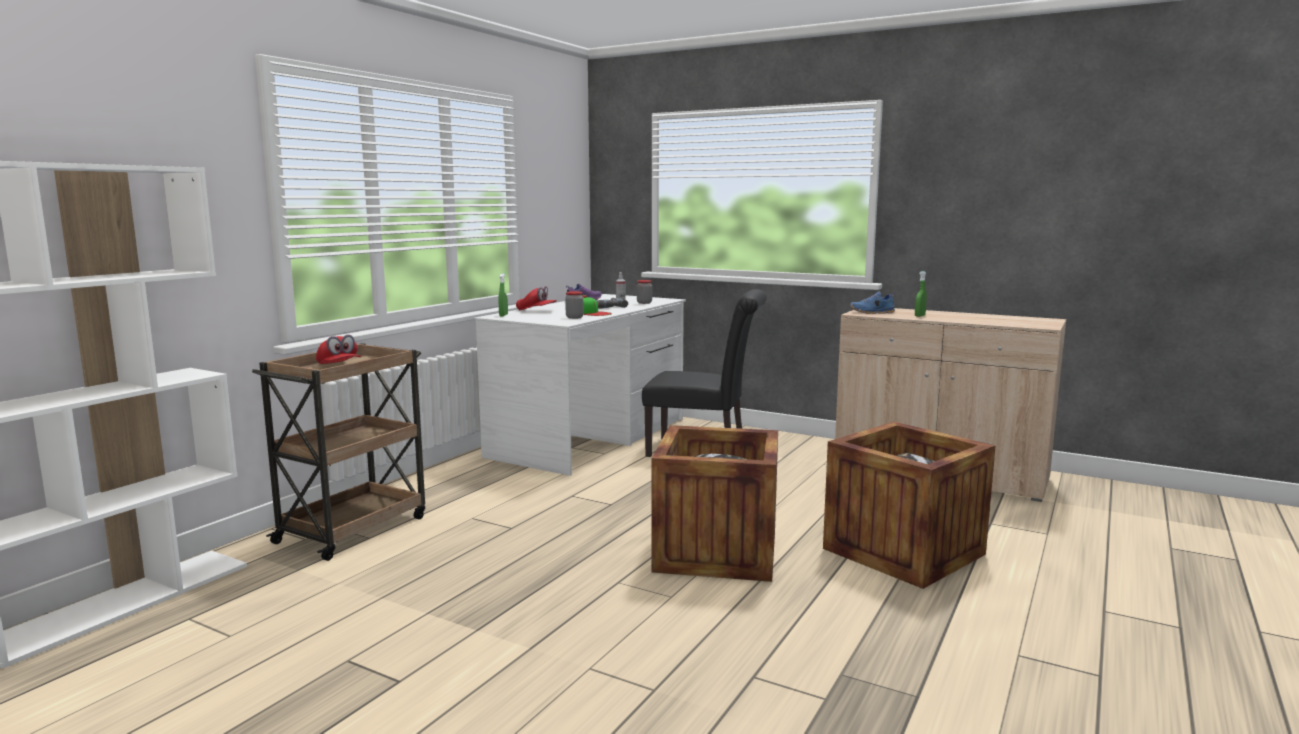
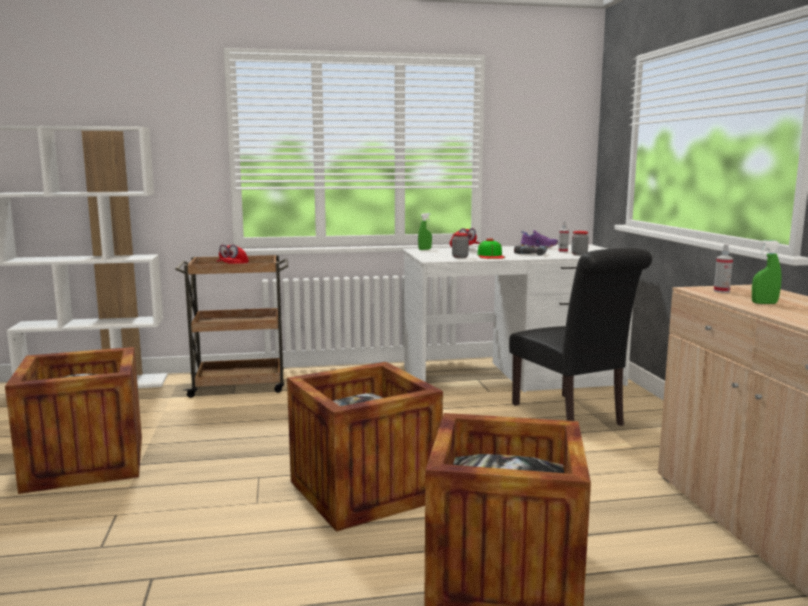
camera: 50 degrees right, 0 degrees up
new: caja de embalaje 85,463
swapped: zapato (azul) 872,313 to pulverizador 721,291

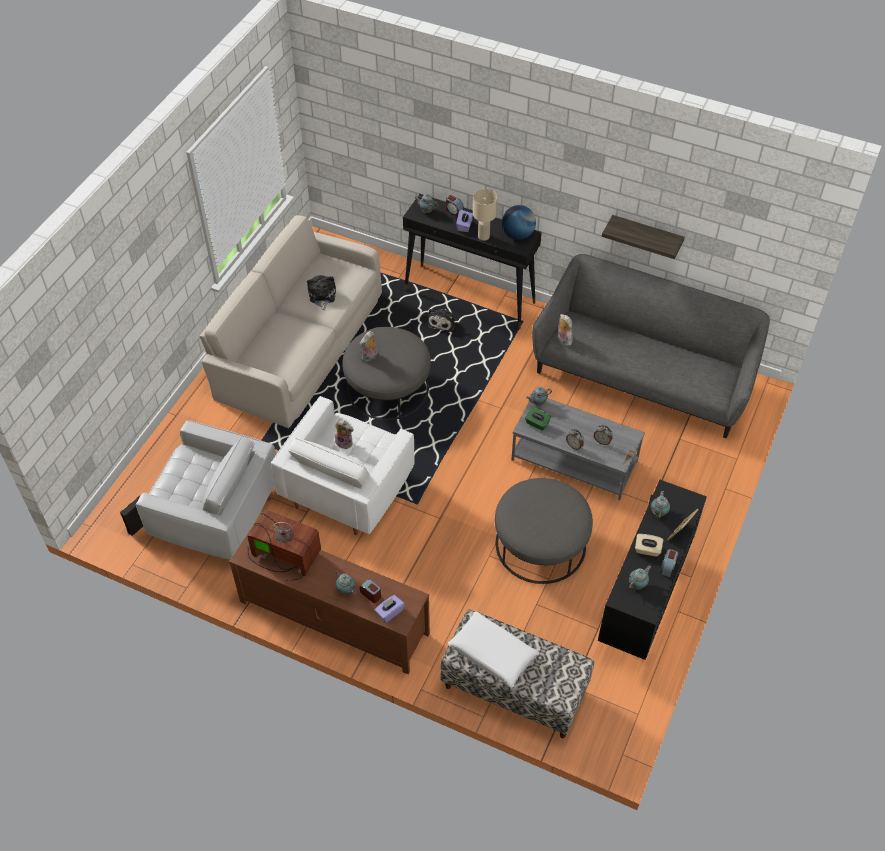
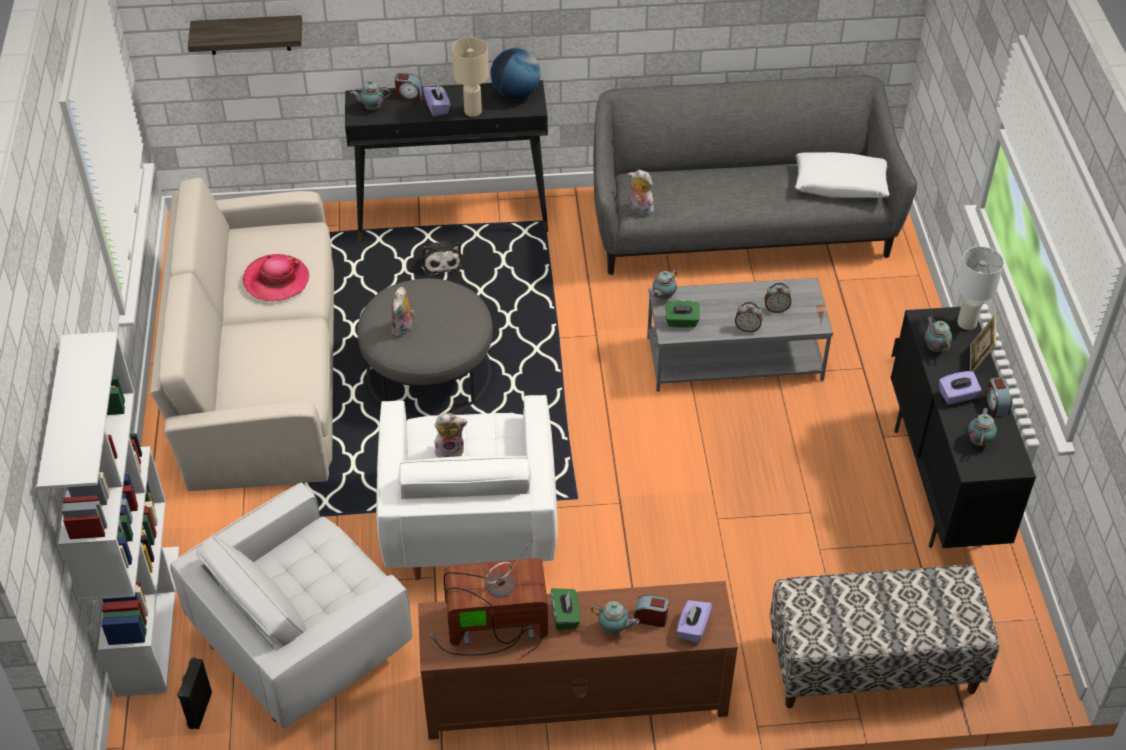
camera: 30 degrees left, 5 degrees down
gone: puf (gris) 540,544
new: estantería (blanco) 147,619; caja de pañuelos (verde) 565,616; lámpara de mesa (blanco) 966,323
shifted: cojín (blanco) 492,653 to 840,184; estante 646,236 to 249,34
swapped: peluche 322,296 to sombrero 276,280
repainted: caja de pañuelos (beis) 647,550 to caja de pañuelos (morado) 957,396
rotated: sillón (blanco) 214,514 = 304,641 150 degrees clockwise

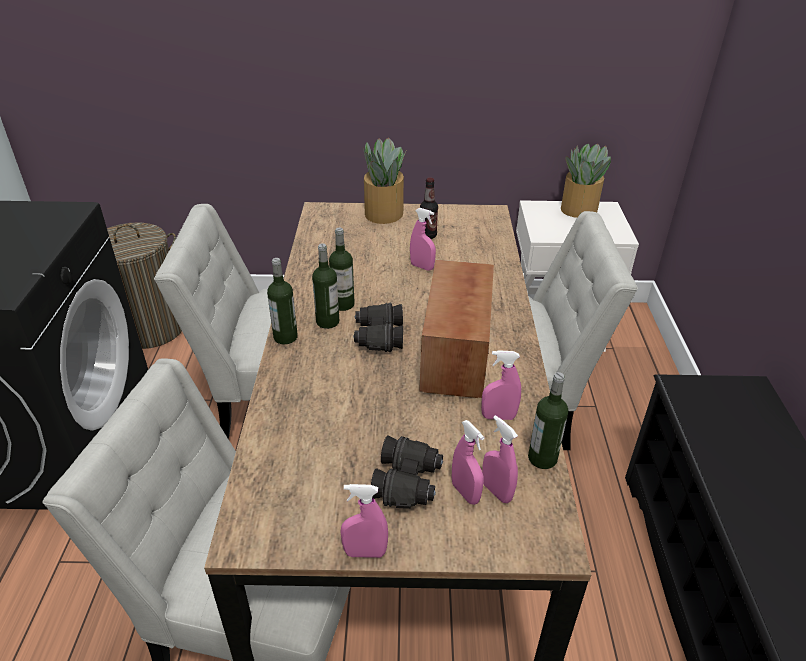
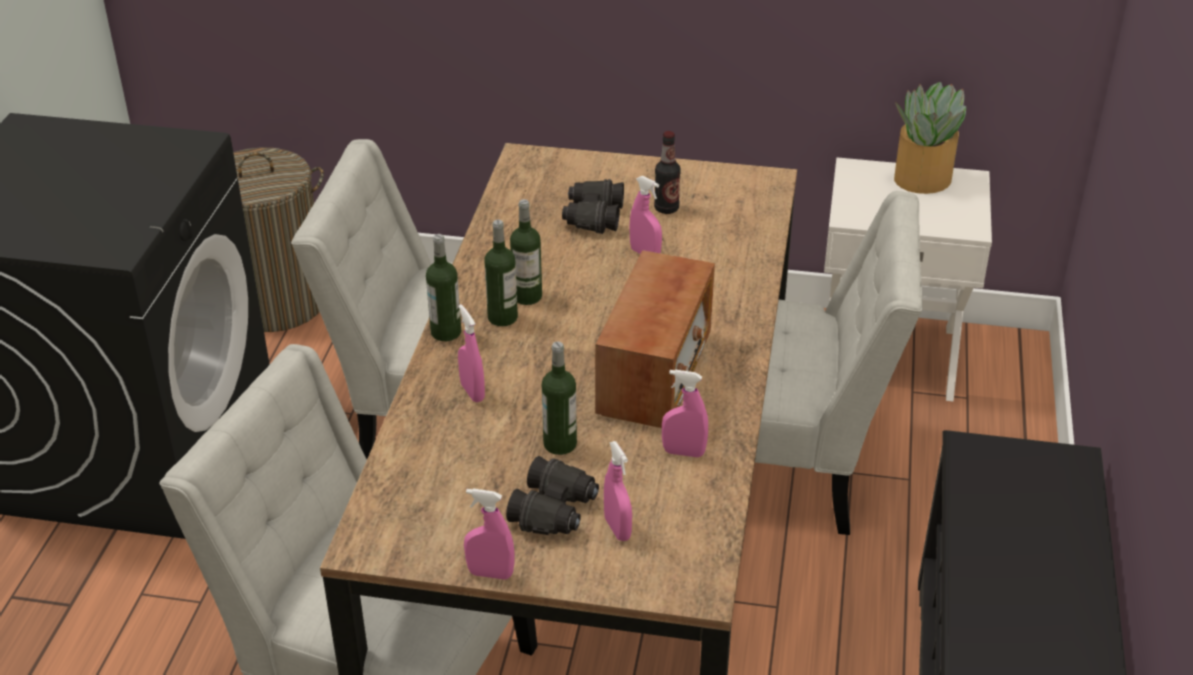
camera: 10 degrees right, 0 degrees up
gone: planta en maceta 383,214
shifted: prismáticos (negro) 379,336 to 593,217; pulverizador (rosa) 496,491 to 472,392; botella 542,458 to 560,444

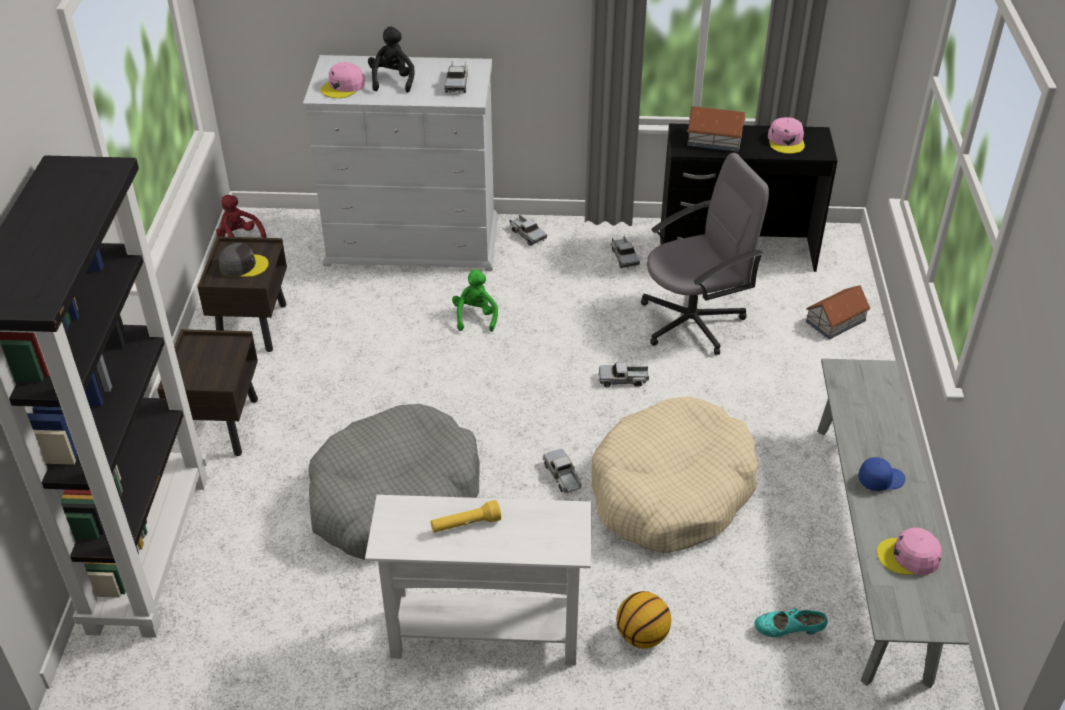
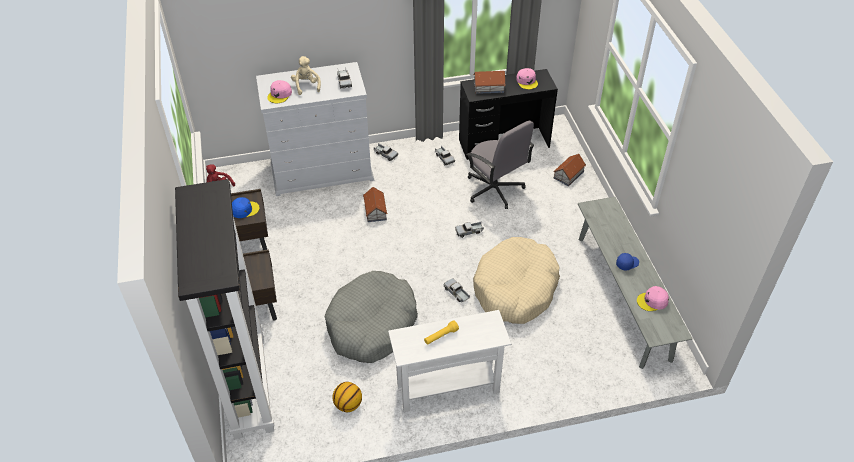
camera: 15 degrees left, 5 degrees up
gone: zapato (turquesa) 788,632
shifted: balón de baloncesto 641,636 to 348,404
swapped: peluche (verde) 475,317 to casita 375,210
repainted: gorra (gris) 243,265 to gorra (azul) 244,209; peluche (negro) 392,80 to peluche (beis) 306,86
rotated: silla de oficina (gris) 693,321 = 494,190 90 degrees clockwise

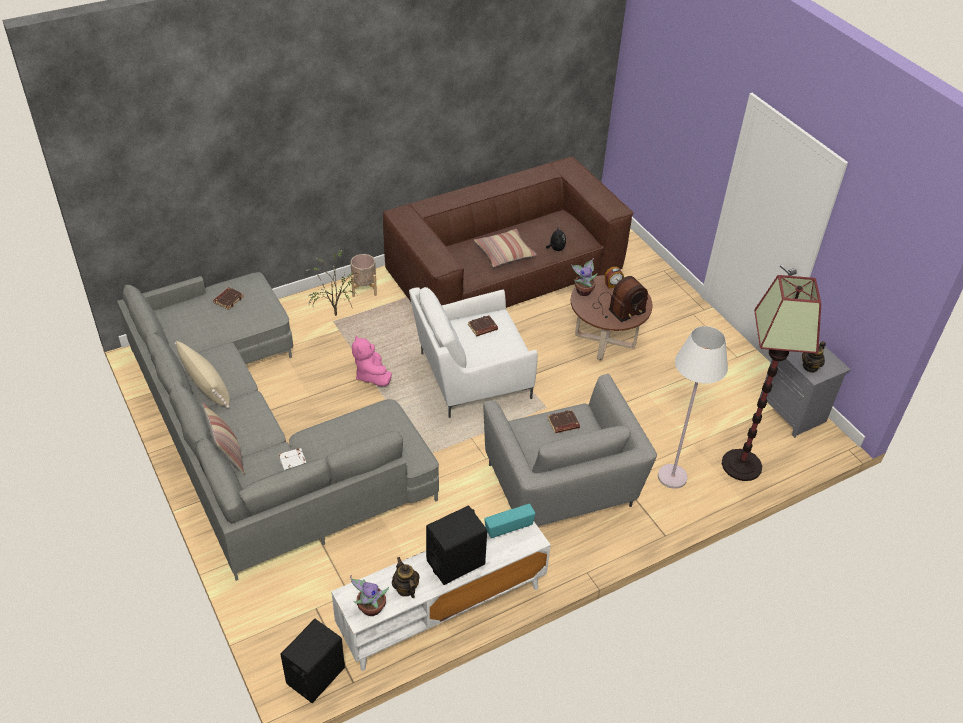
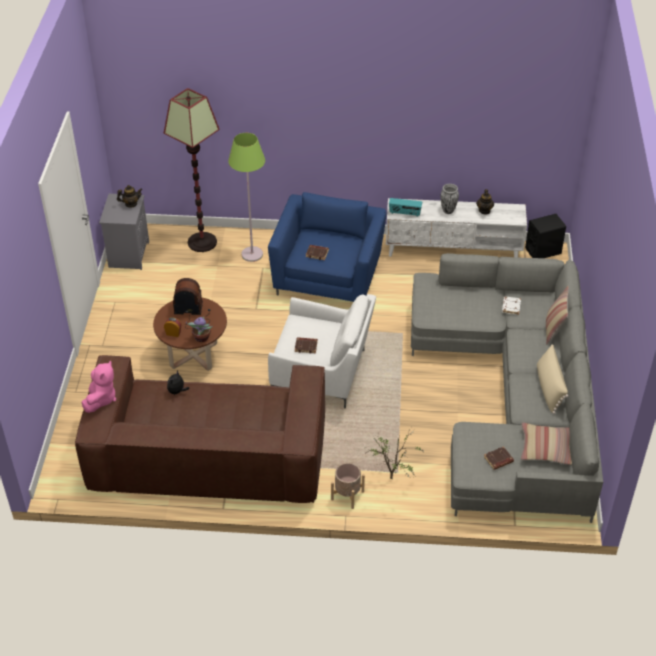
camera: 145 degrees left, 0 degrees up
gone: planta en maceta 370,608
shifted: peluche (rosa) 371,375 to 101,399; cojín 504,253 to 545,448
swapped: altavoz (negro) 456,562 to florero 448,210
repainted: sillón (gris) 560,488 to sillón (azul) 328,277; lámpara de pie (blanco) 672,477 to lámpara de pie (verde) 252,254

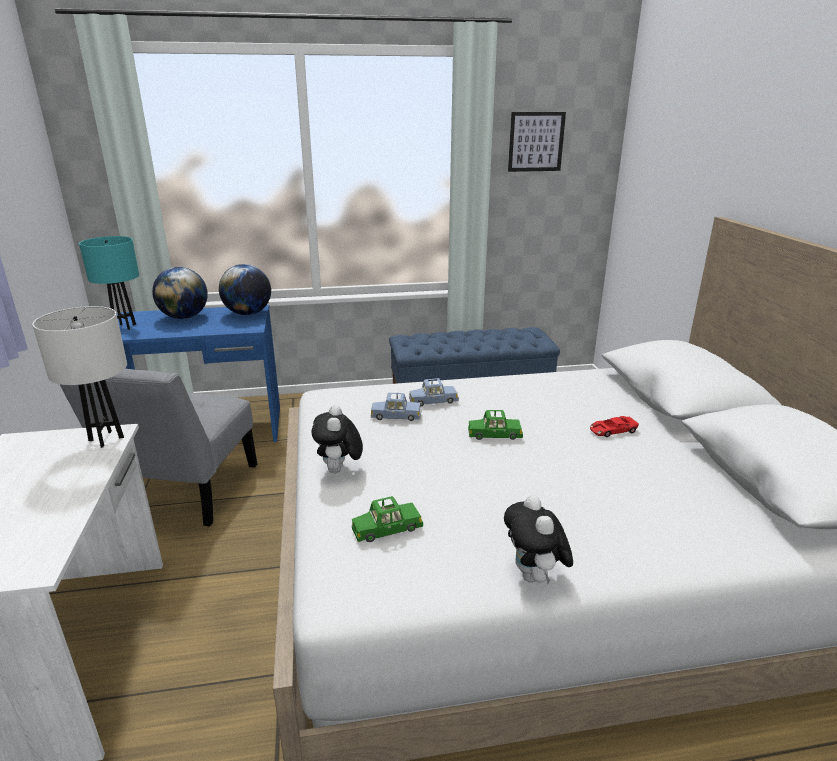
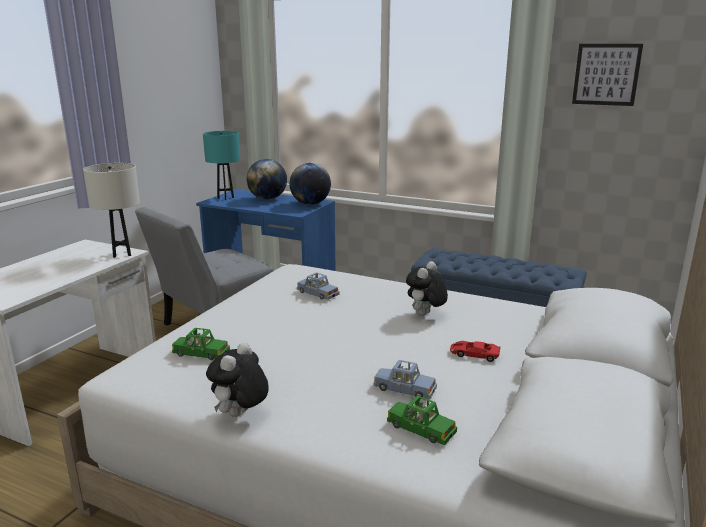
camera: 35 degrees right, 5 degrees down
shifted: peluche 339,470 to 425,315; coche de juguete (azul) 433,401 to 404,389; coche de juguete (verde) 494,434 to 420,429

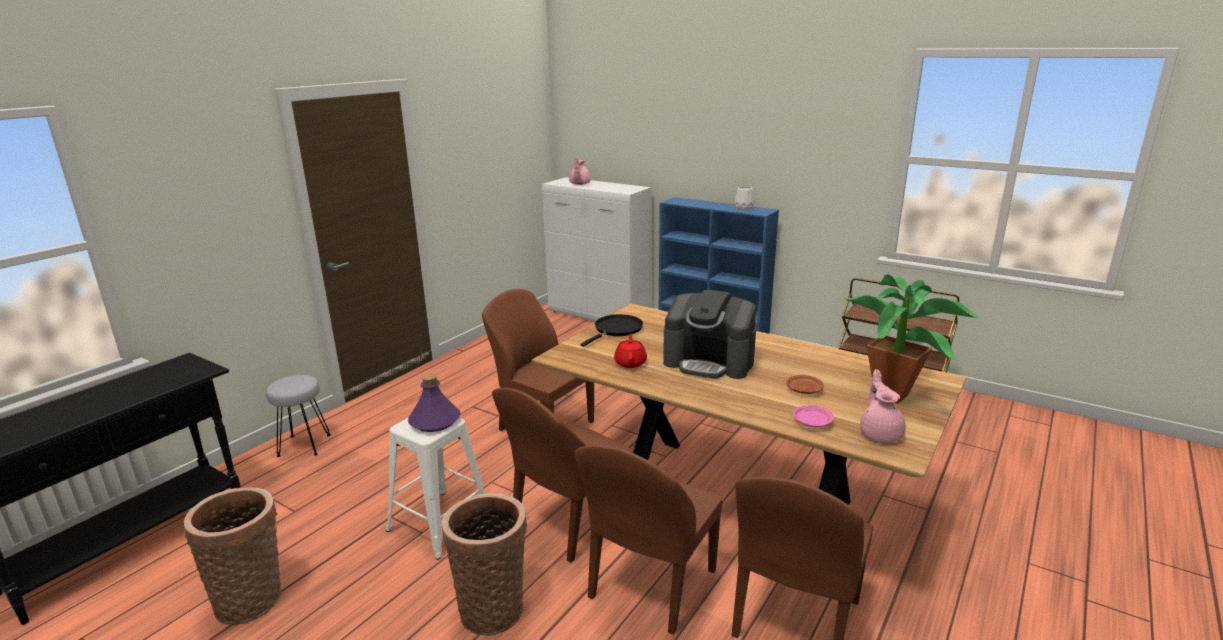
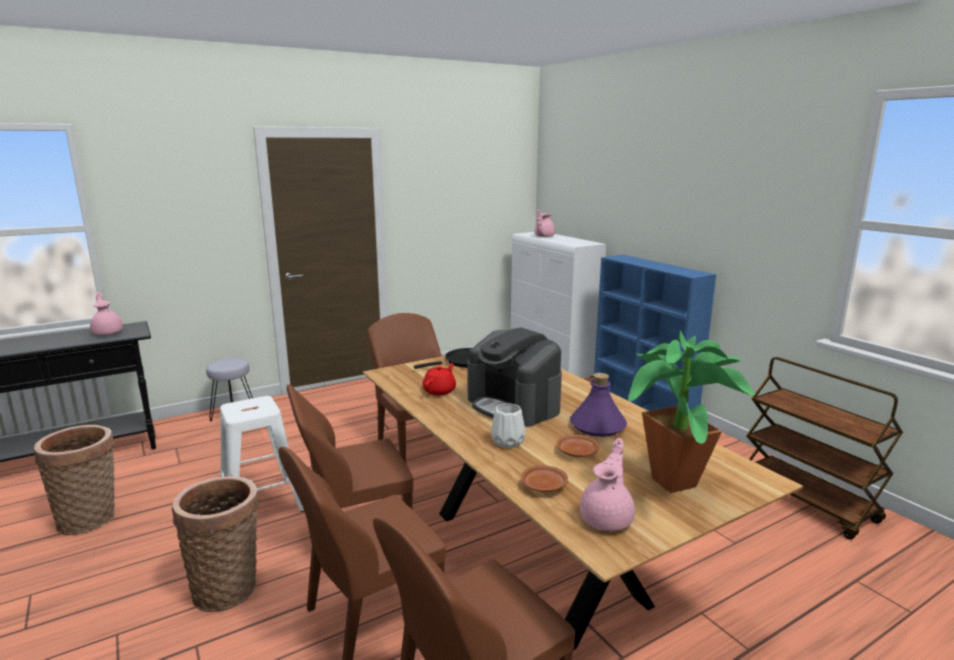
camera: 25 degrees right, 5 degrees down
new: tetera (rosa) 108,332
shifted: botella (morado) 434,421 to 597,426; florero (blanco) 743,208 to 507,441
repainted: plato (rosa) 812,422 to plato (marrón) 544,486

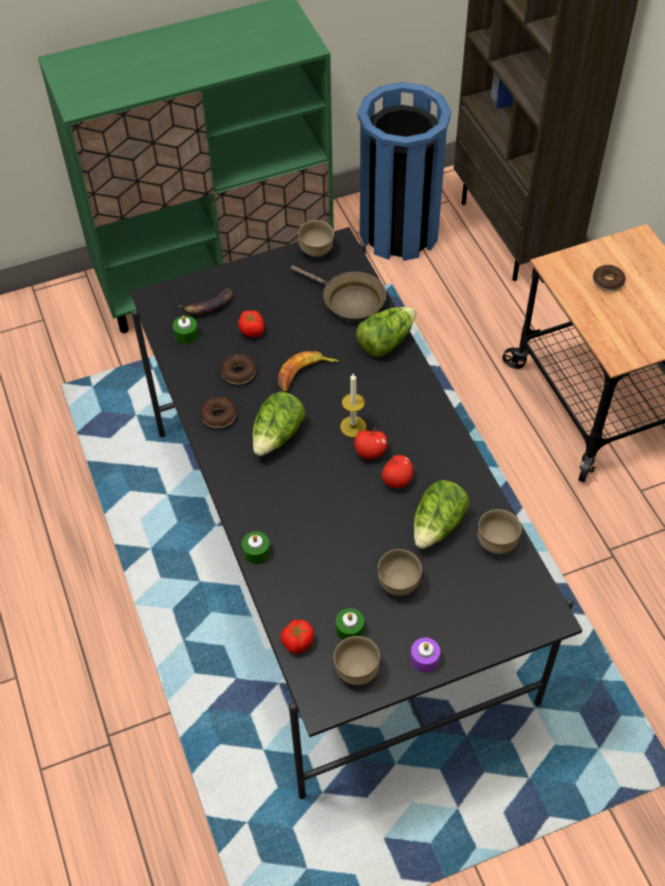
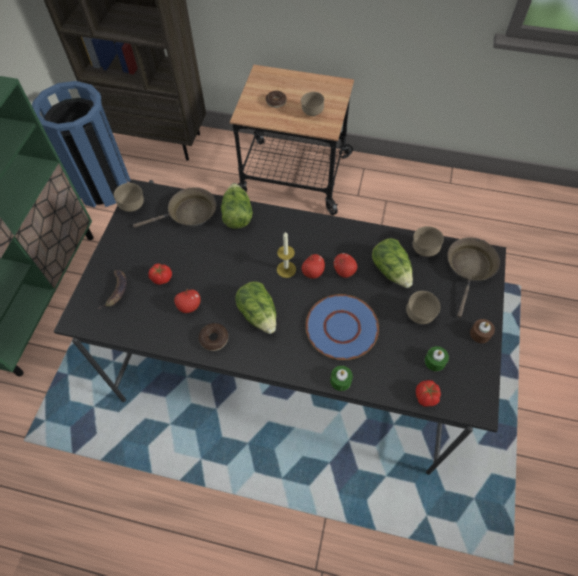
camera: 55 degrees left, 5 degrees up
gone: vela (verde) 186,335; plátano 304,374
new: plato (azul) 342,328; sartén (marrón) 470,269
shifted: cuenco (marrón) 356,671 to 312,113
swapped: rosquilla 239,373 to manzana 189,306
repainted: vela (morado) 424,659 to vela (marrón) 480,334

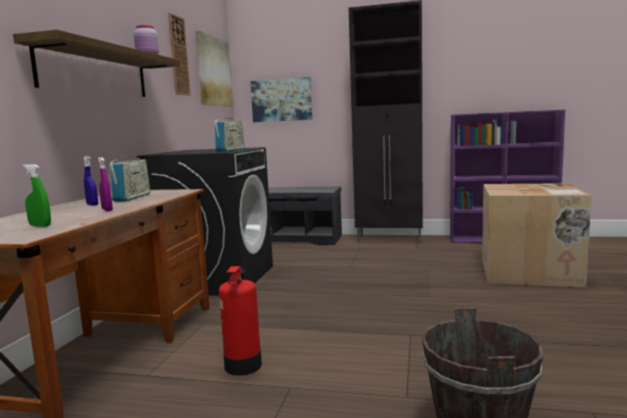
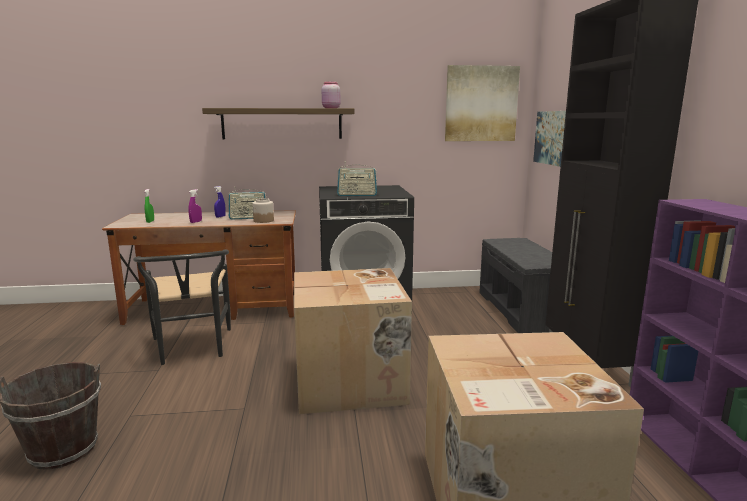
camera: 70 degrees right, 5 degrees up
gone: reloj de pared 178,56
new: tarro 263,220; caja de cartón 351,381
swapped: extintor 243,366 to silla (negro) 192,349

